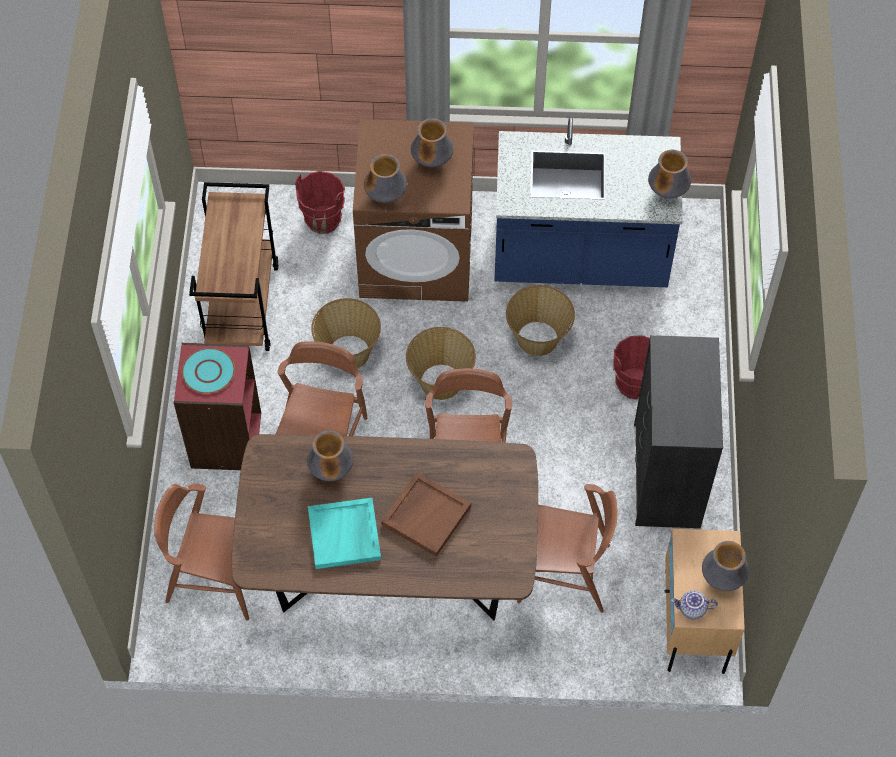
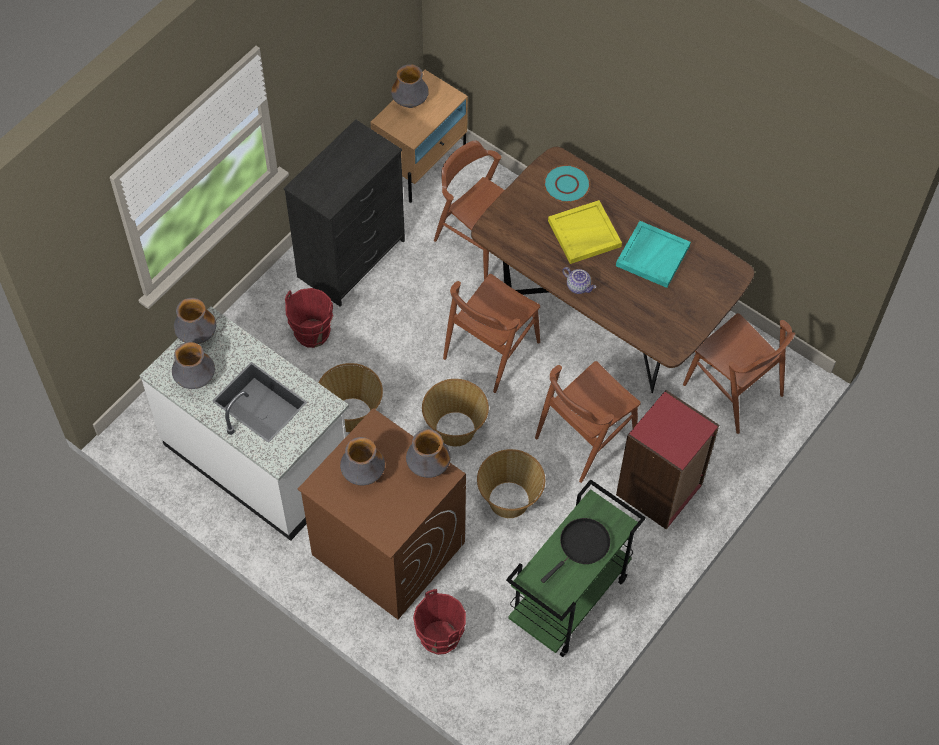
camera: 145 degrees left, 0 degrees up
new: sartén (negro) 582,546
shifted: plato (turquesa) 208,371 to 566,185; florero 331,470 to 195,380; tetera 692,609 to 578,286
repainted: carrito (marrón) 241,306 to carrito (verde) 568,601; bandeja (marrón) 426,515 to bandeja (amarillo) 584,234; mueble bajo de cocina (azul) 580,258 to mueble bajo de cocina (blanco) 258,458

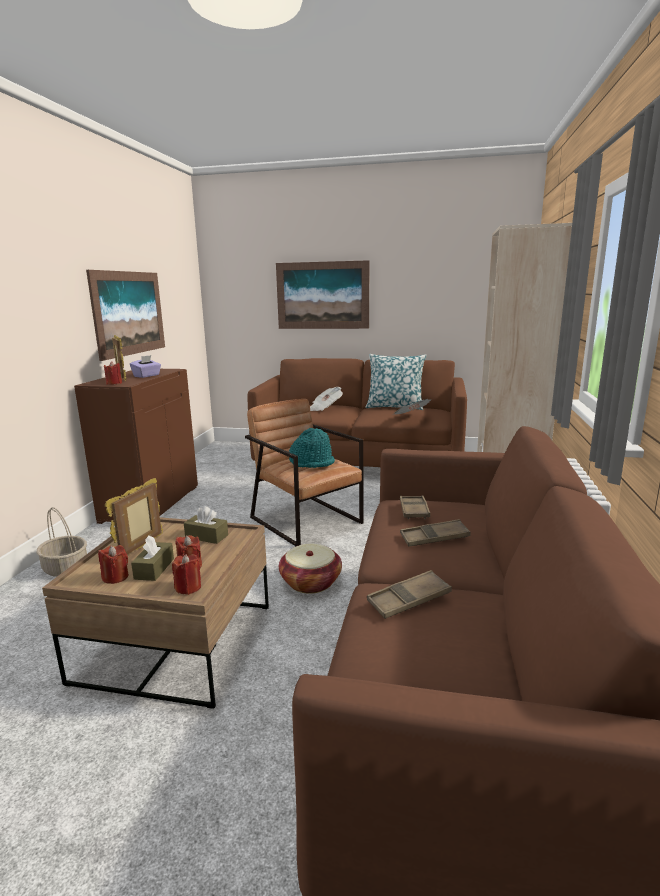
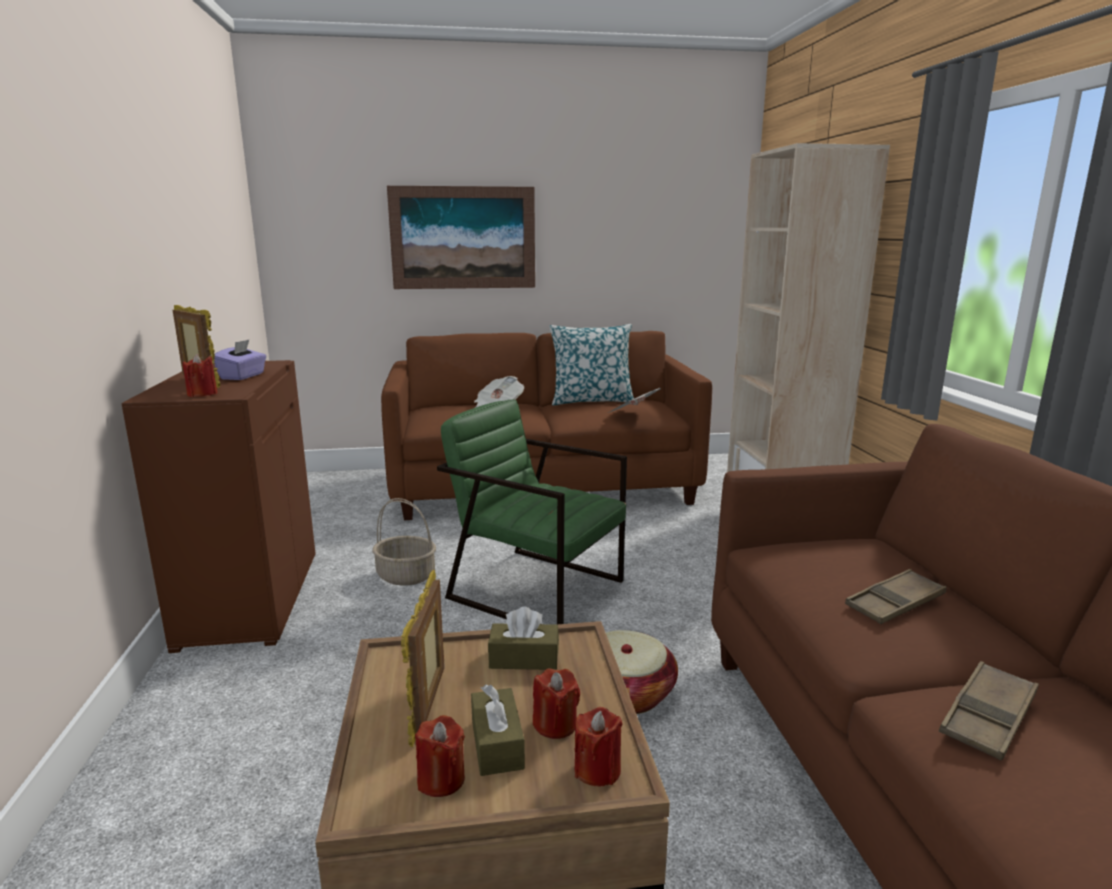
camera: 20 degrees left, 0 degrees up
gone: cuadro 129,313; sombrero (turquesa) 312,462; bandeja (marrón) 414,510
shifted: cesta 66,568 to 407,576
repainted: sillón (marrón) 306,520 to sillón (verde) 536,589

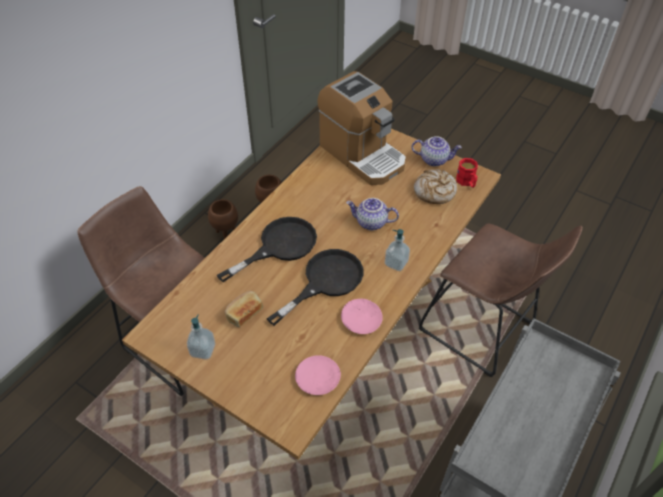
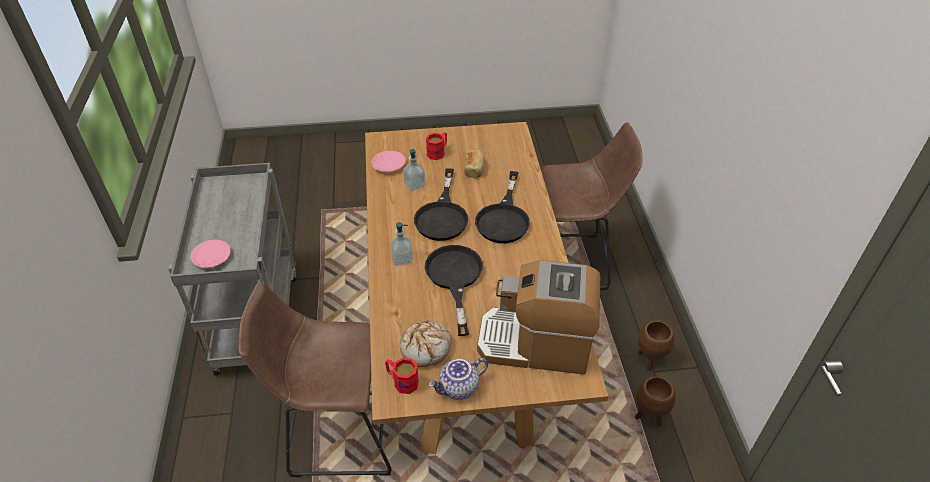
camera: 140 degrees right, 5 degrees down
new: taza grande (rojo) 438,152
shifted: dispensador de jabón 203,350 to 414,185; plato (rosa) 361,319 to 212,258
swapped: tetera 371,223 to sartén (negro) 454,278

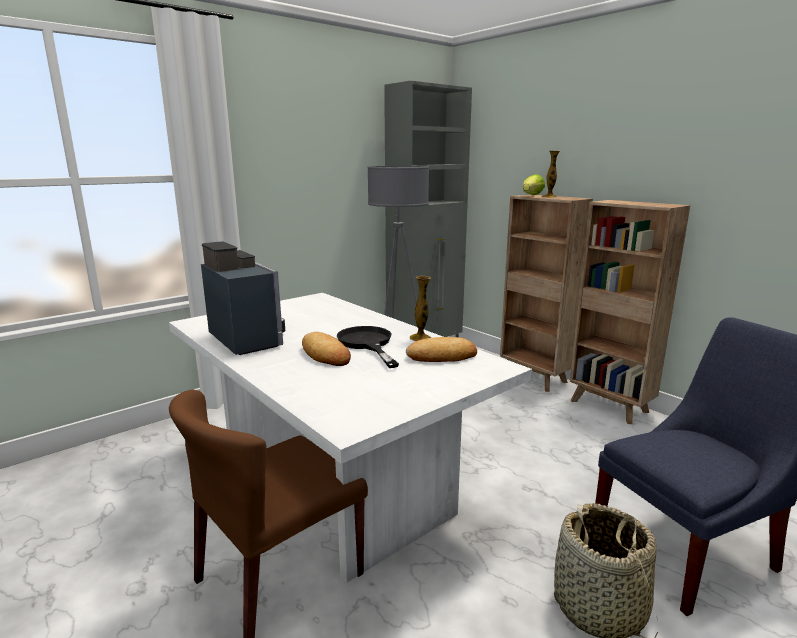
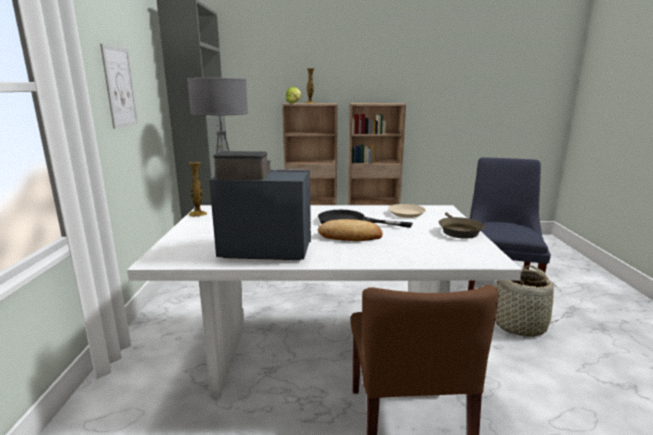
camera: 50 degrees left, 0 degrees up
new: cuadro 120,87; sartén (marrón) 458,231
shifted: florero 420,338 to 198,214
swapped: pan 442,356 to plato (beis) 406,213

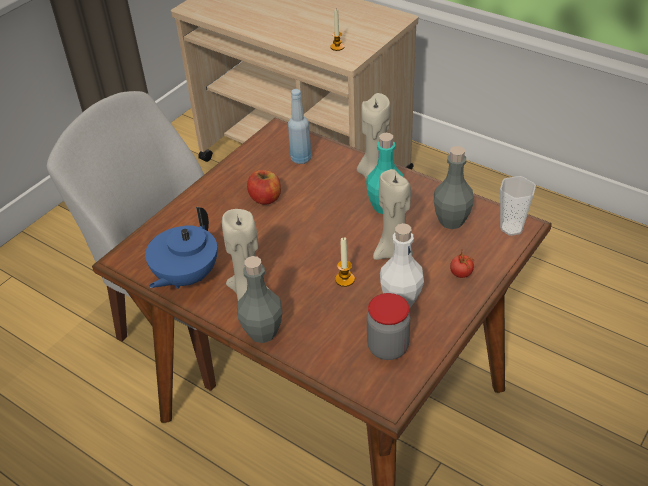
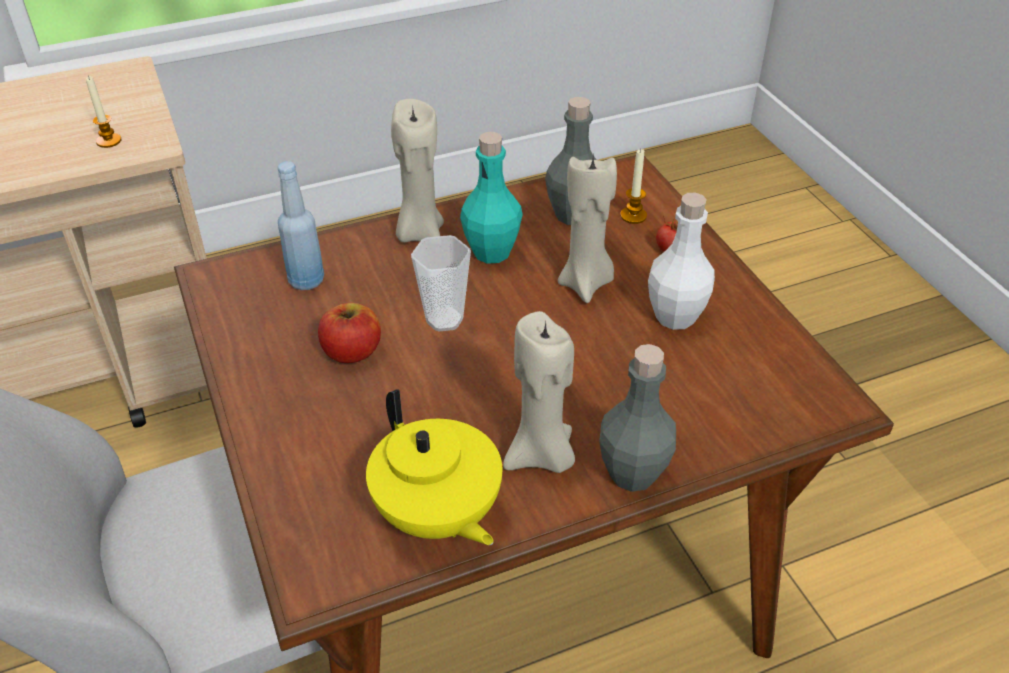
camera: 60 degrees left, 0 degrees up
gone: tarro 388,347
shifted: vela 345,279 to 633,216; taza 511,228 to 444,319
repainted: tetera (azul) 185,277 to tetera (amarillo) 437,515

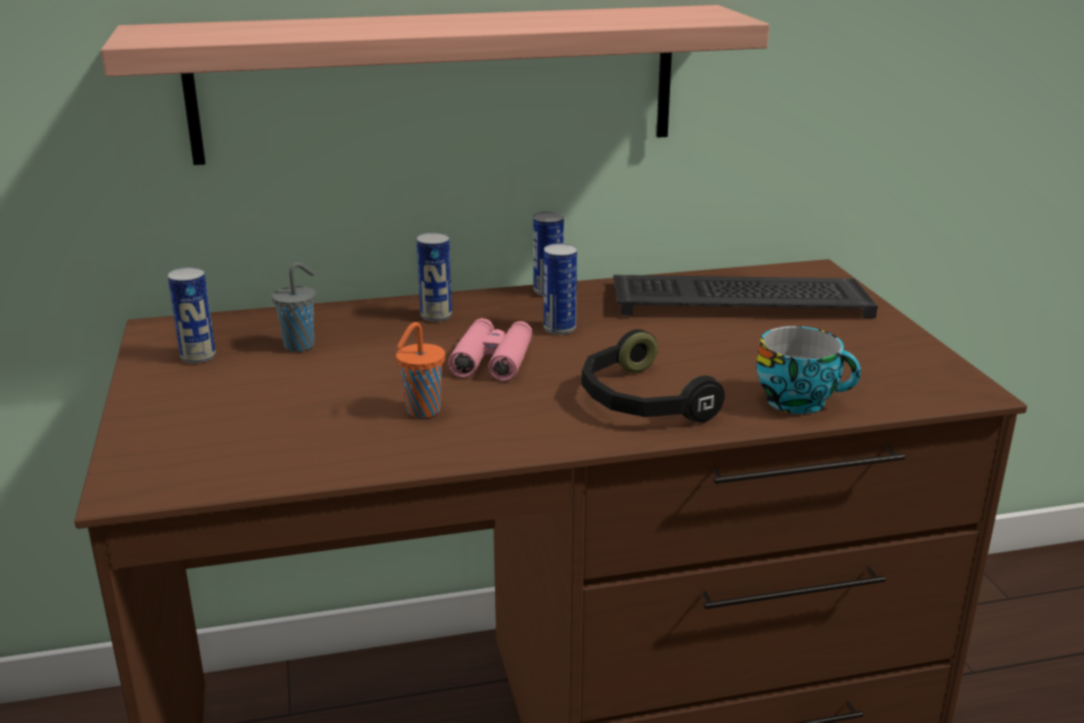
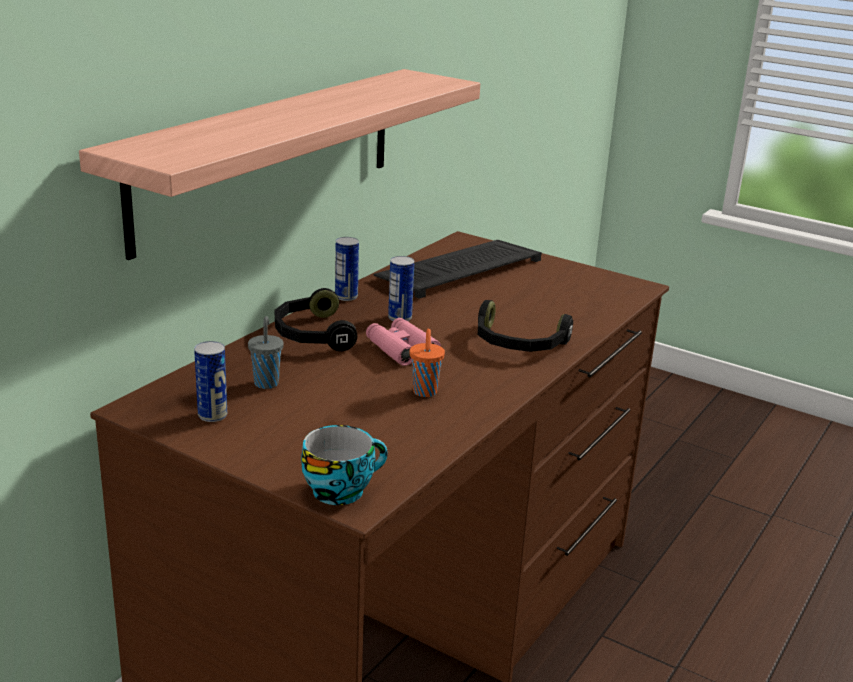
camera: 45 degrees left, 0 degrees up
shifted: taza 800,401 to 341,489
swapped: lata 436,316 to auriculares (negro) 311,334

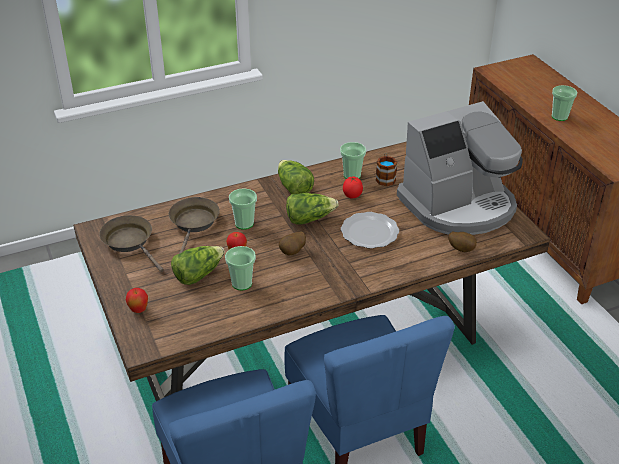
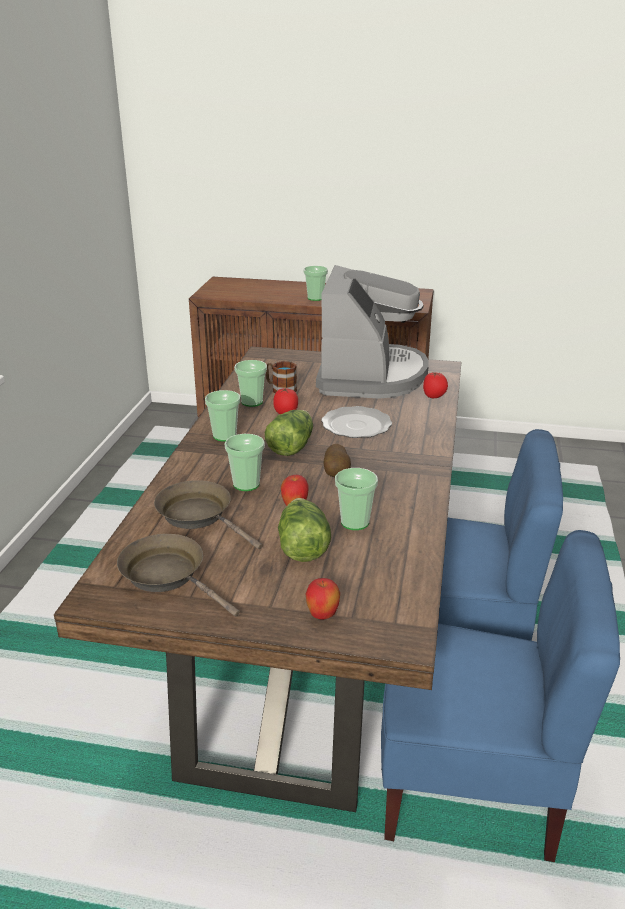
camera: 55 degrees left, 10 degrees down
swapped: lechuga 293,187 to taza 225,436; patata 461,249 to tomate 434,396
rotated: sartén (marrón) 130,242 = 168,576 45 degrees clockwise

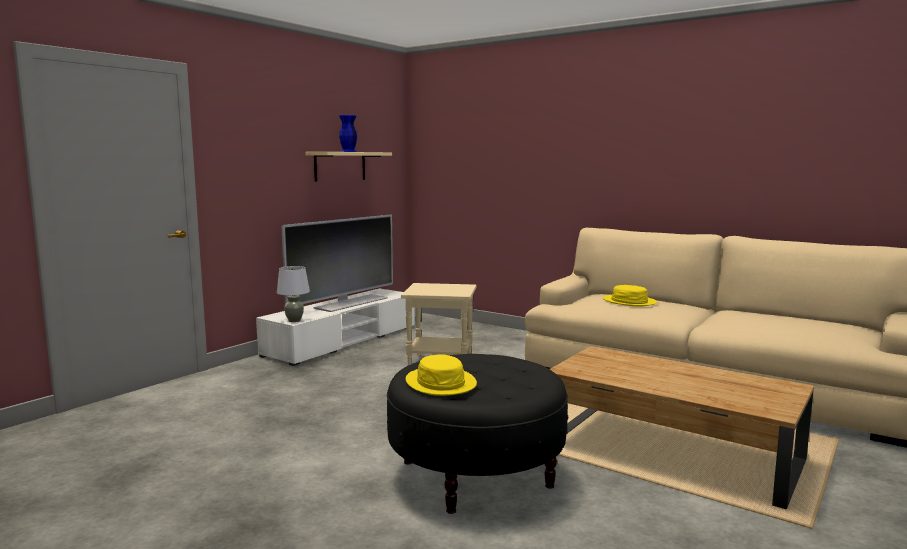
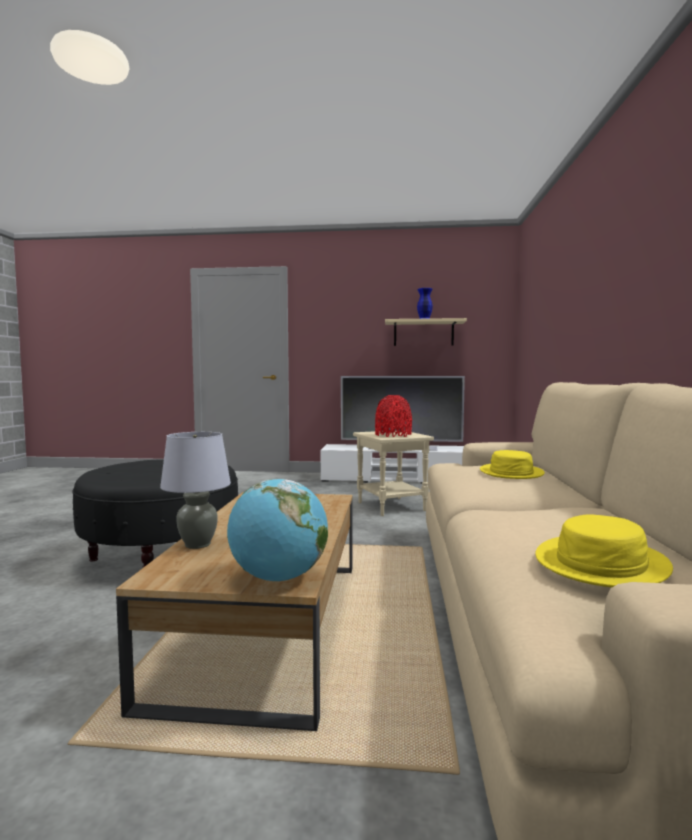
camera: 60 degrees right, 5 degrees down
new: globo terráqueo 278,578; florero (rojo) 393,435
shifted: lámpara de mesa (gris) 294,320 to 197,544; sombrero (amarillo) 441,383 to 601,563

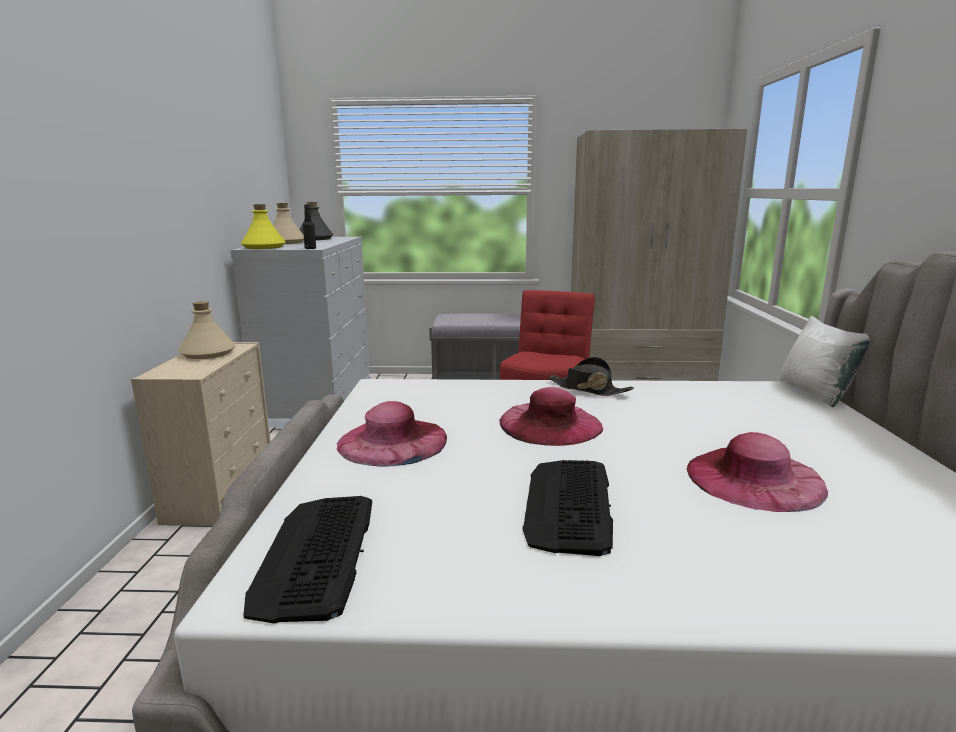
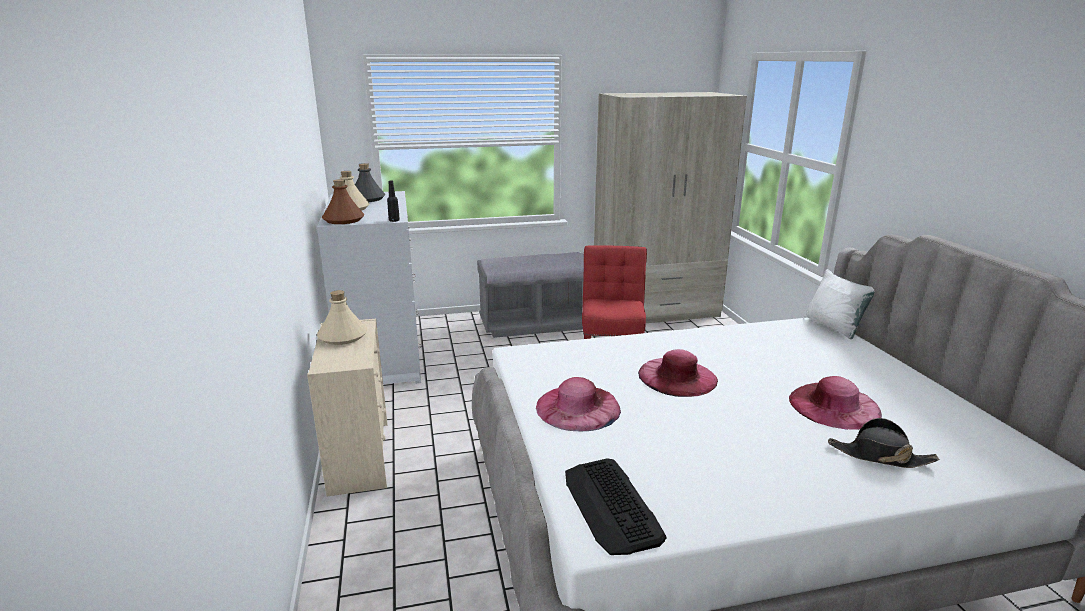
camera: 15 degrees left, 5 degrees up
gone: teclado 569,505
shifted: sombrero (negro) 588,389 to 879,456
repainted: botella (amarillo) 263,247 to botella (marrón) 343,220

